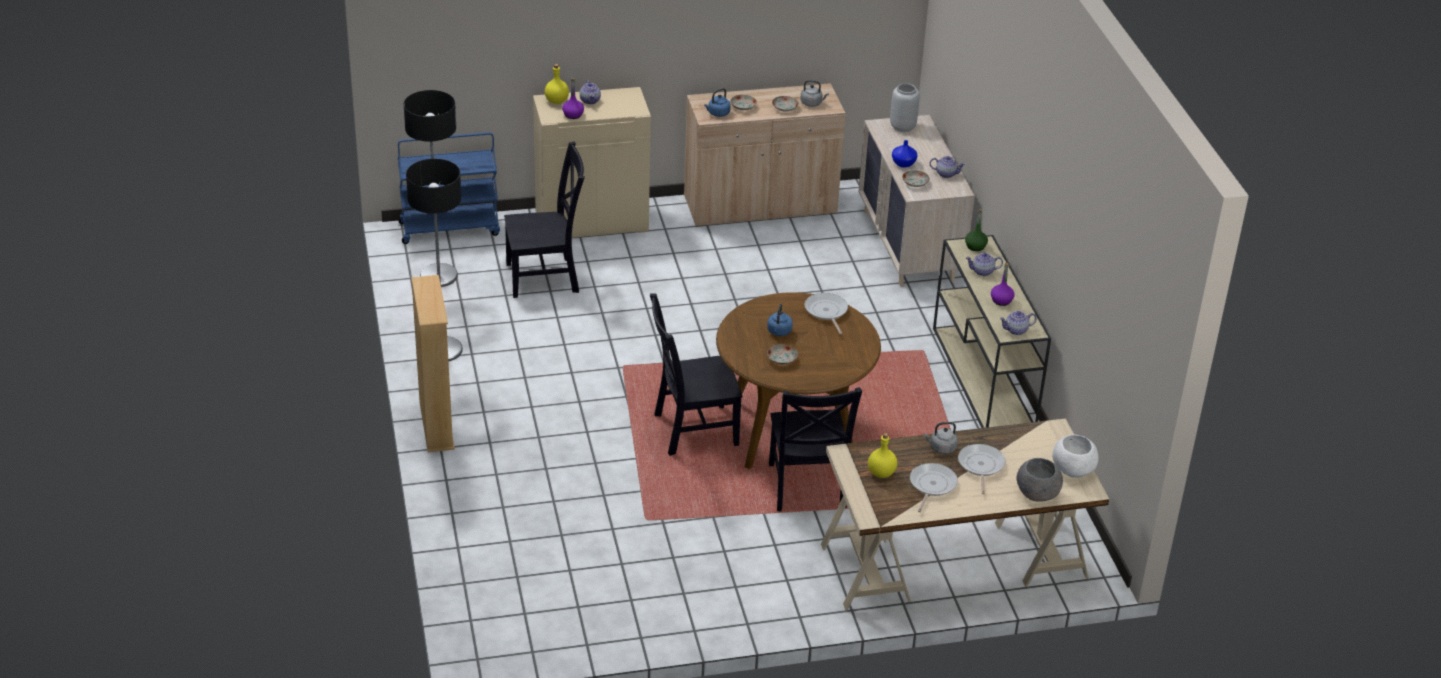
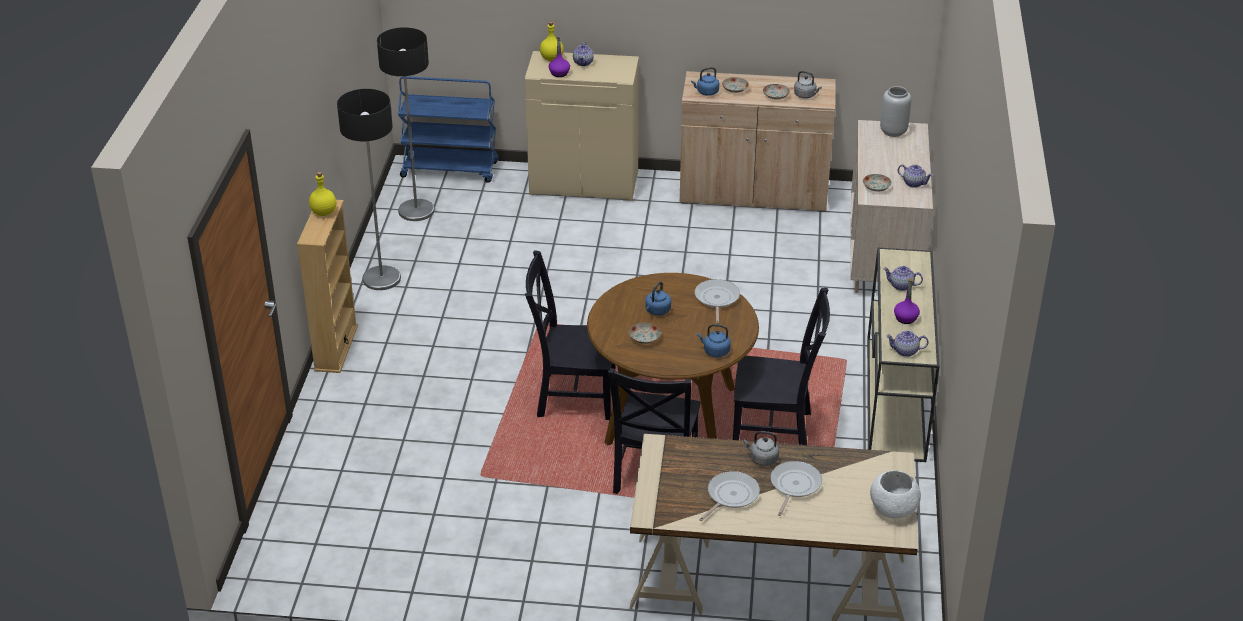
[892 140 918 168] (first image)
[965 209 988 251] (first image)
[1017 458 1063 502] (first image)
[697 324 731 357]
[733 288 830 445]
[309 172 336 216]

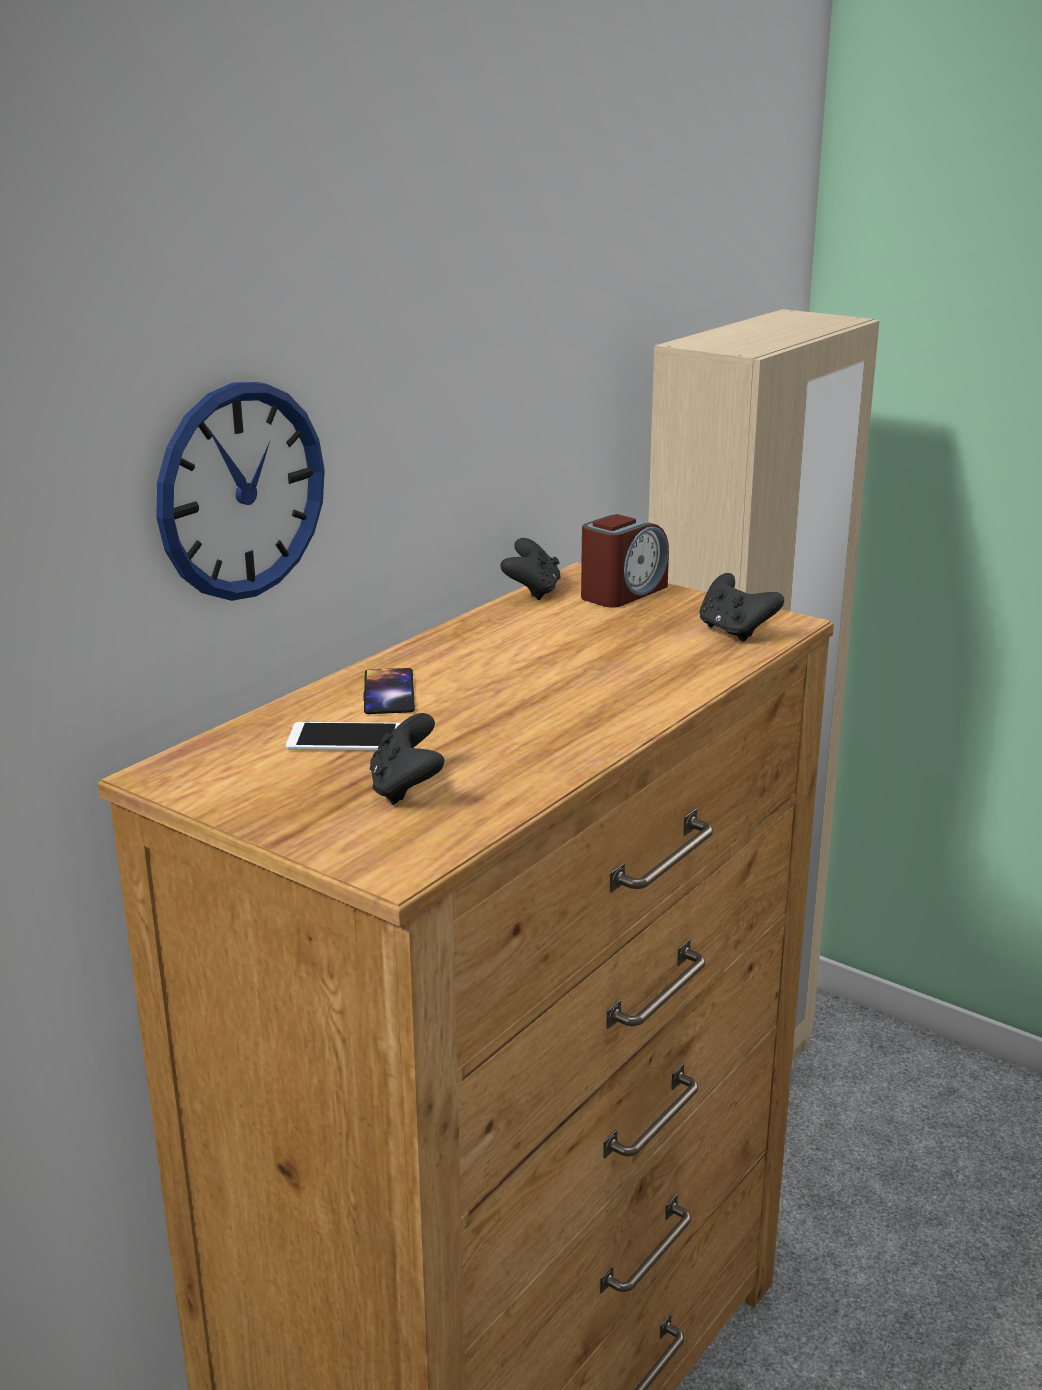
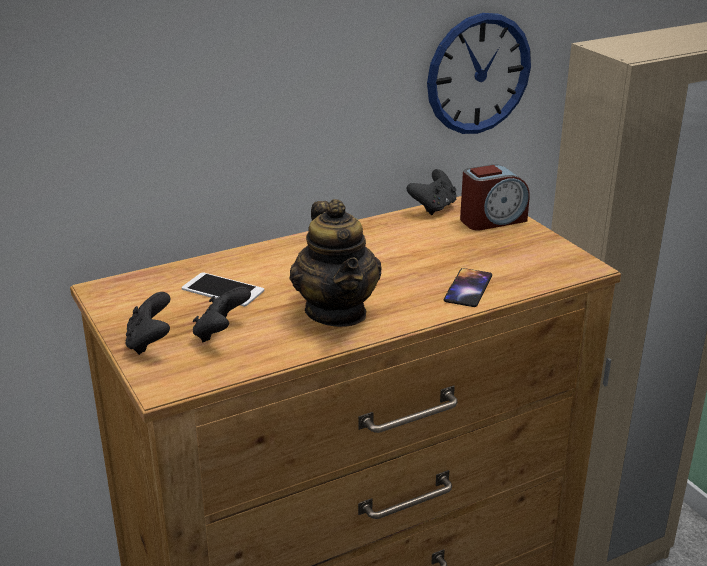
[290 199 382 327]
[427 13 531 134]
[444 268 492 307]
[125 292 170 355]

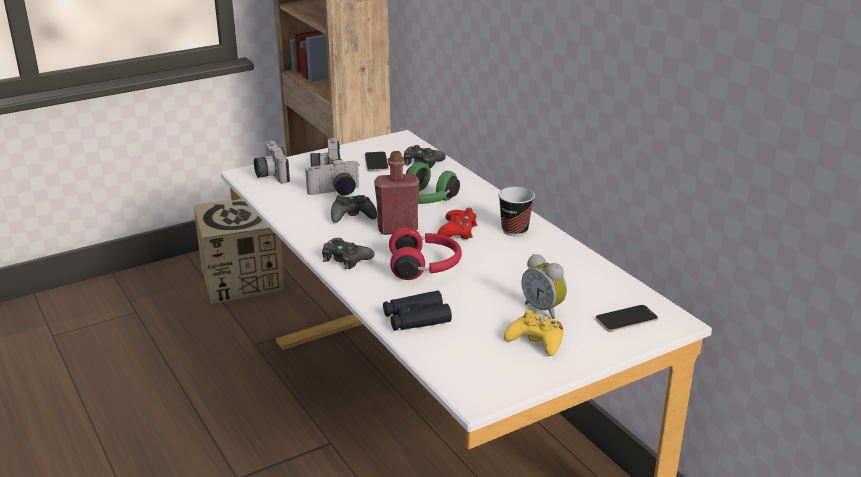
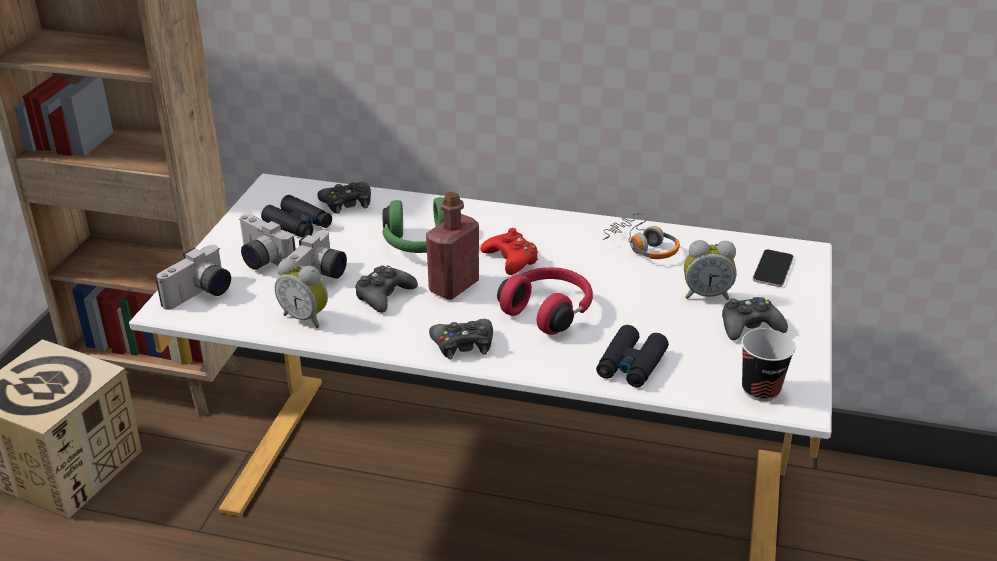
[275 258 328 328]
[603 213 680 259]
[742 329 796 401]
[261 195 332 237]
[722 297 788 340]
[156 245 231 310]

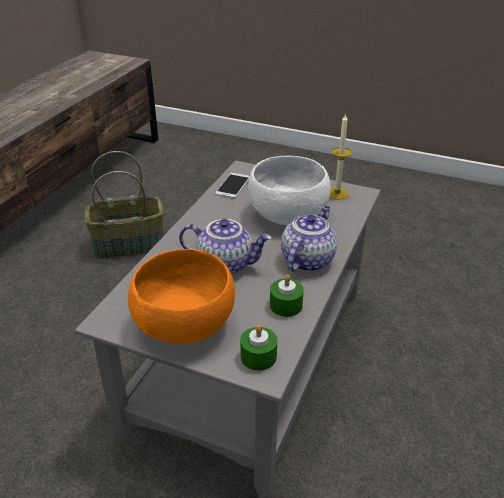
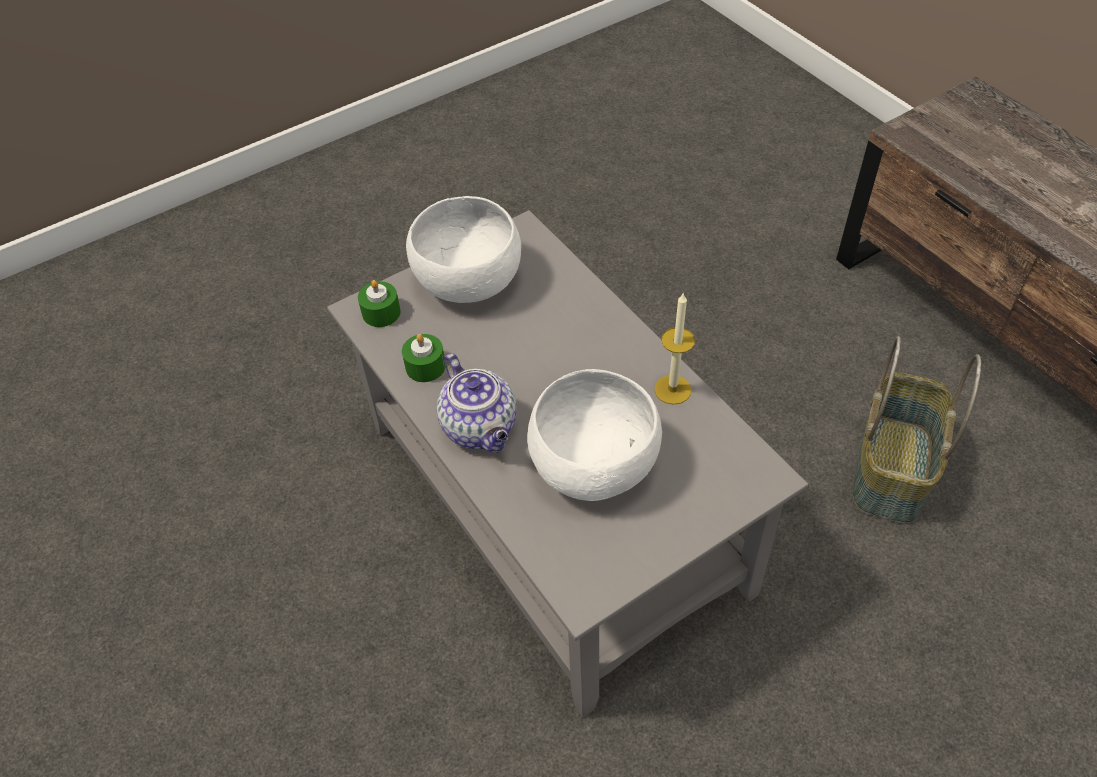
[179 219 272 275] (first image)
[215 173 250 199] (first image)
[654 294 695 405]
[406 196 521 303]

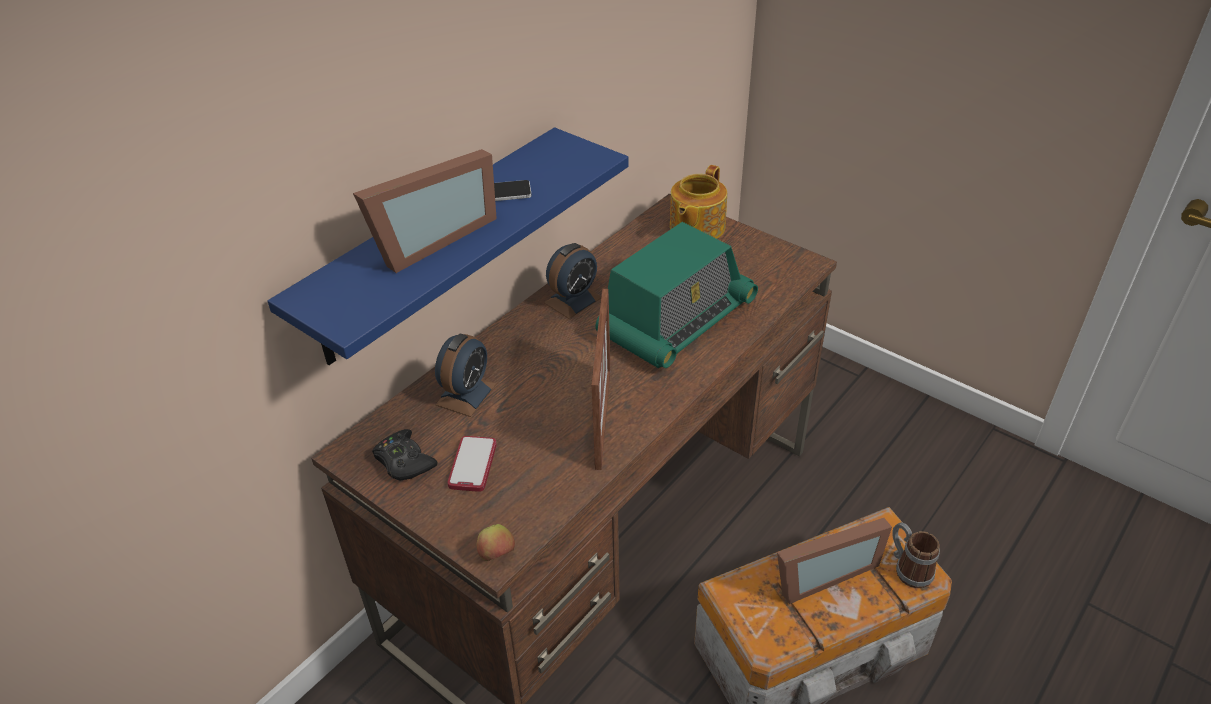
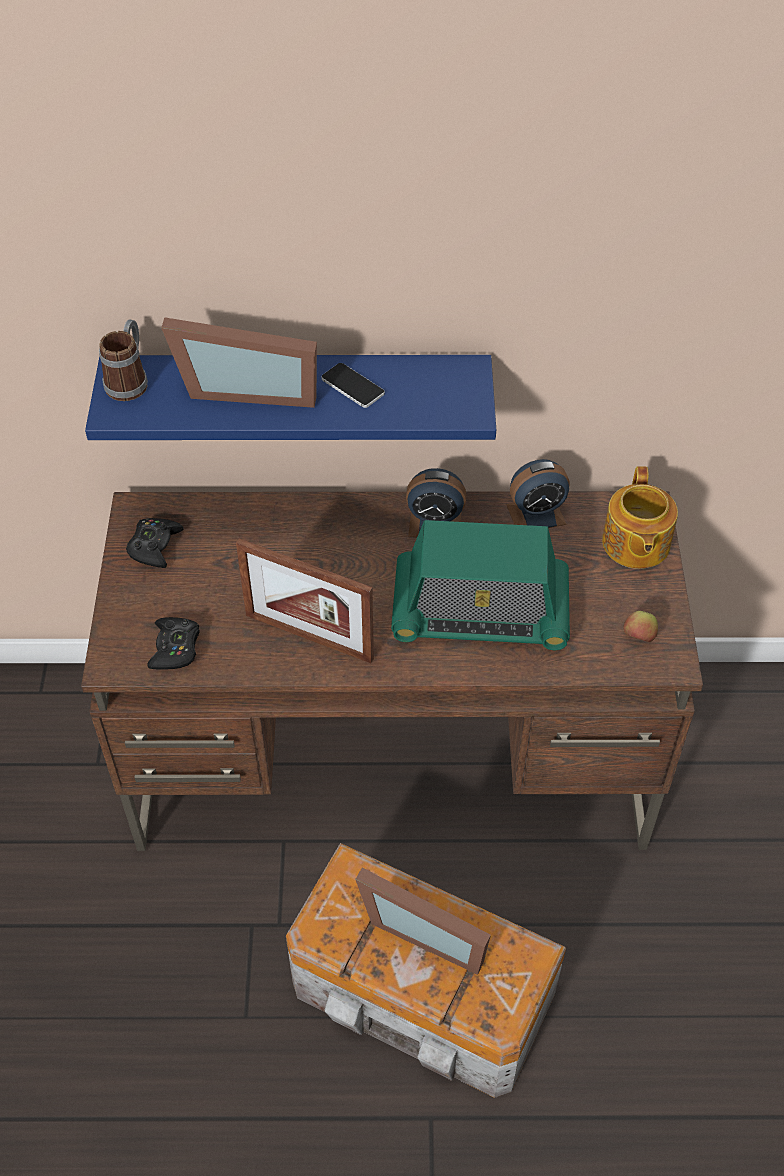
[447 436 497 492] (first image)
[147 617 200 670]
[506 459 570 528]
[624 611 658 642]
[99 319 148 401]
[236 539 374 663]
[602 466 678 569]

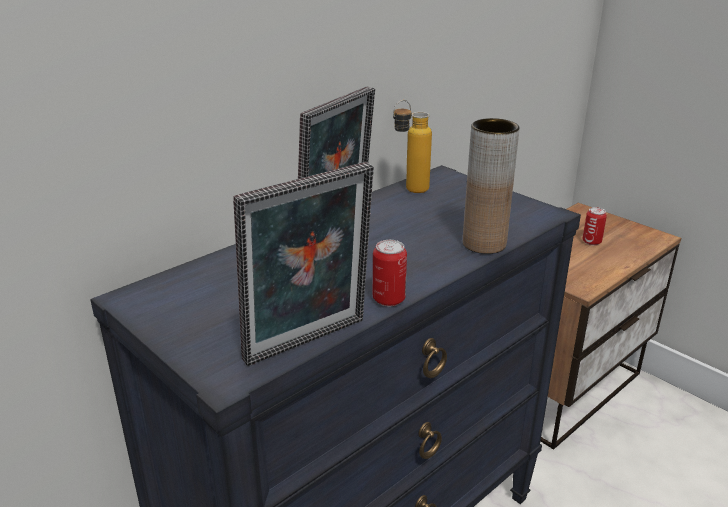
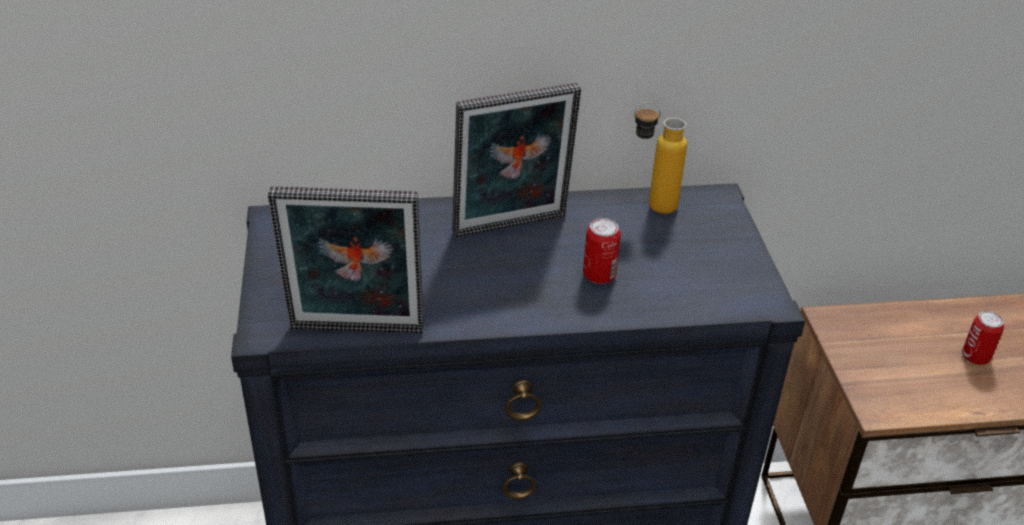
[463 118 520 254] (first image)
[583 218 621 284]

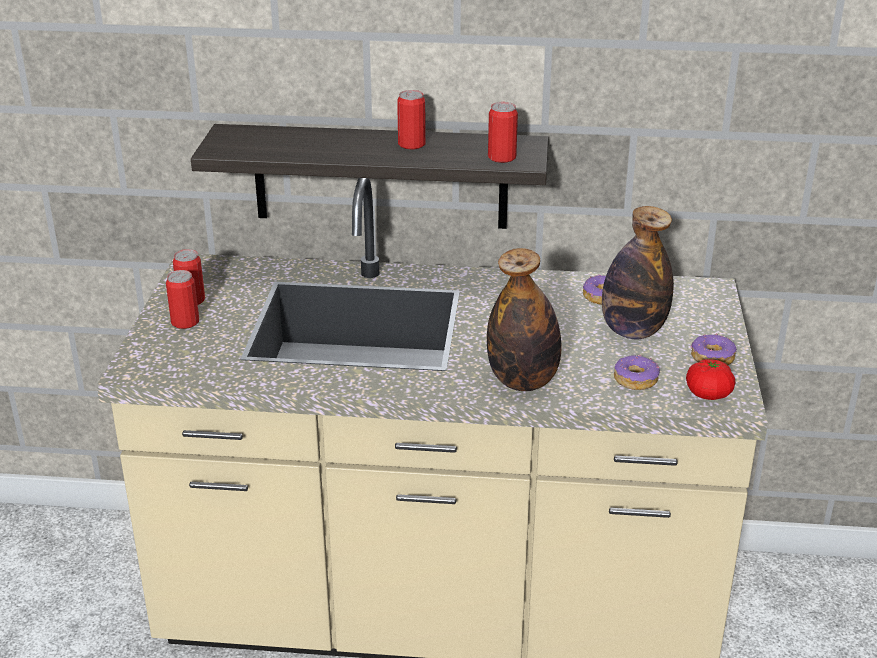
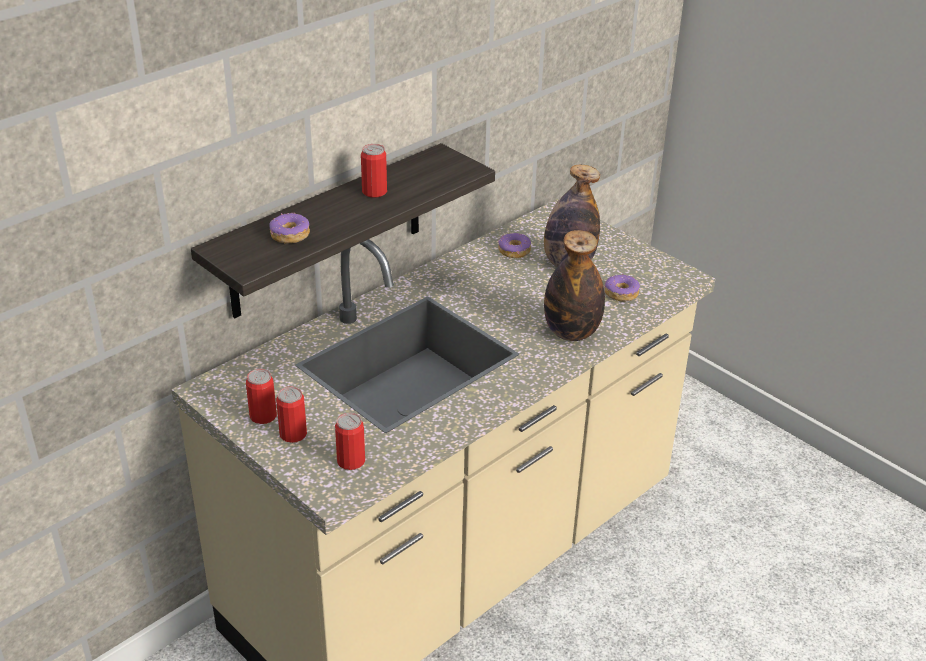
[686 359 735 400] (first image)
[335 413 365 470]
[269 213 310 243]

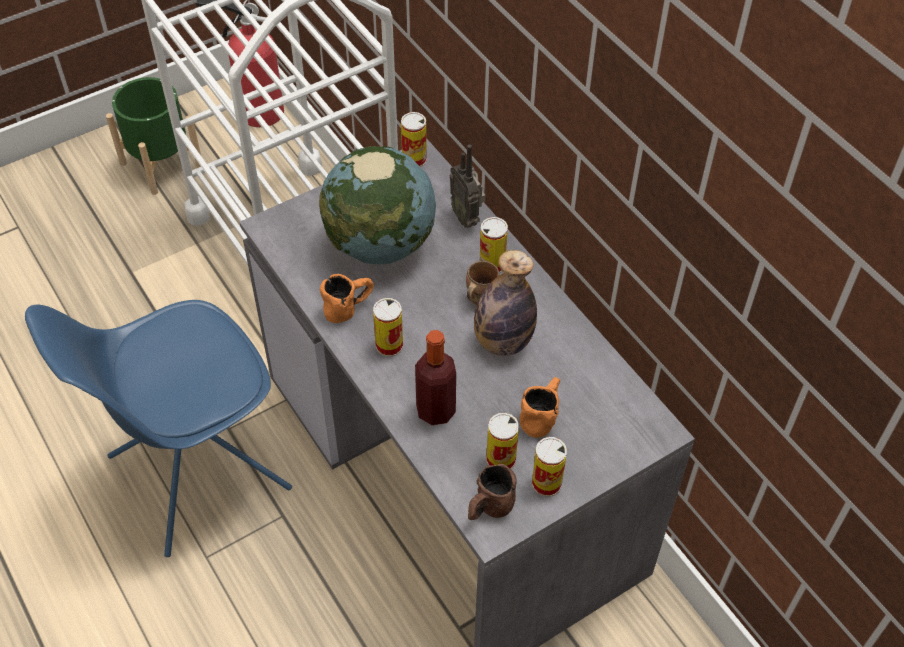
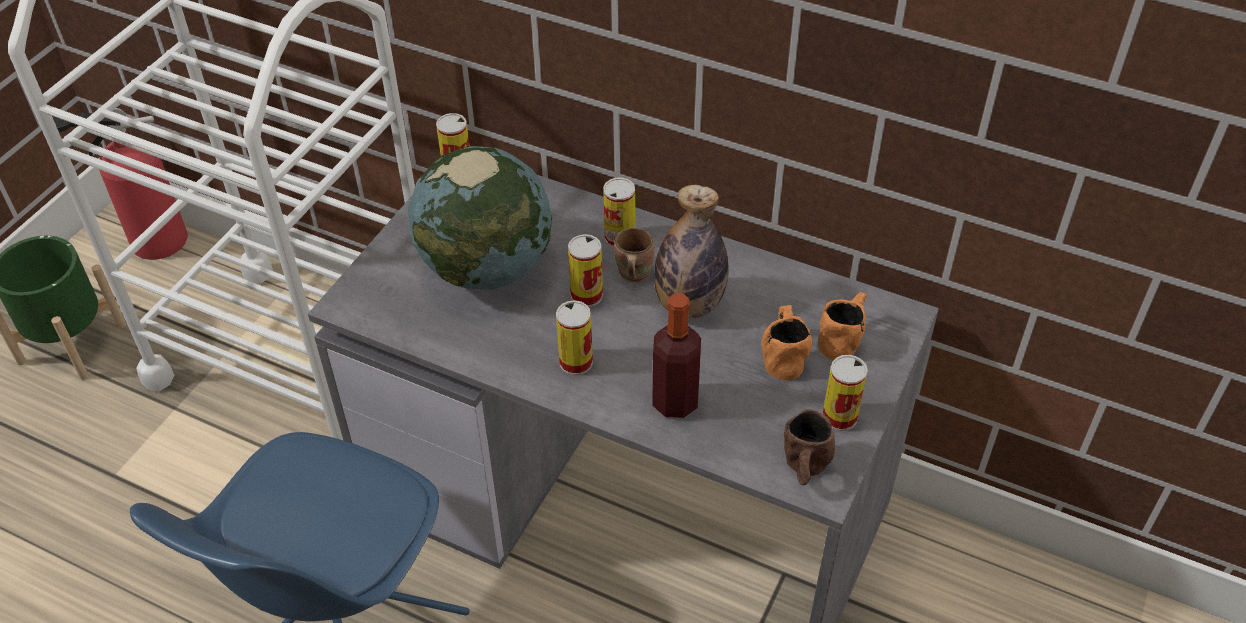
[450 145 486 228] (first image)
[818 292 867 360]
[568 234 603 307]

